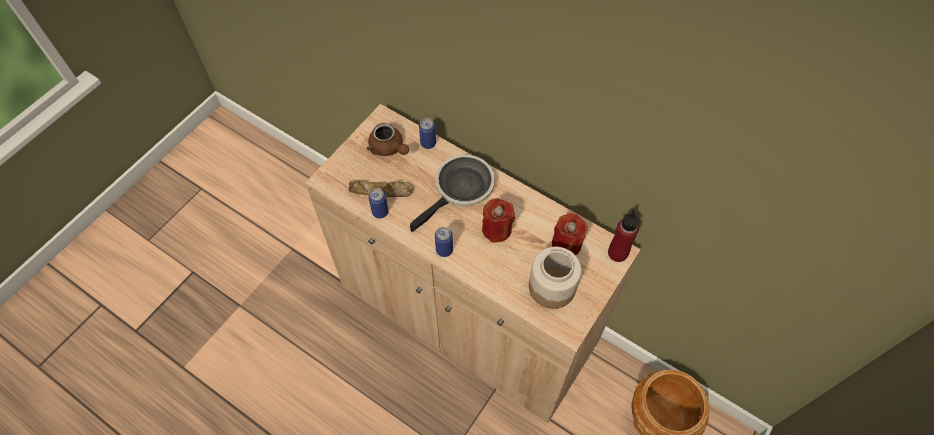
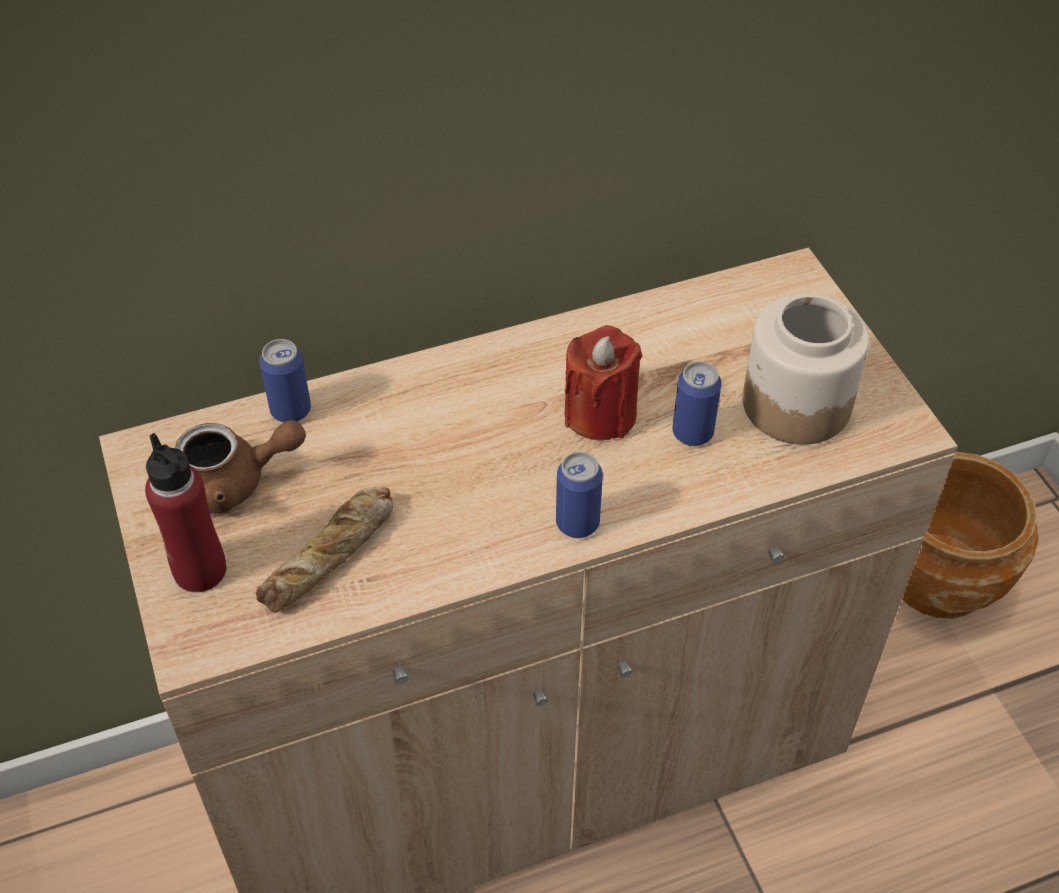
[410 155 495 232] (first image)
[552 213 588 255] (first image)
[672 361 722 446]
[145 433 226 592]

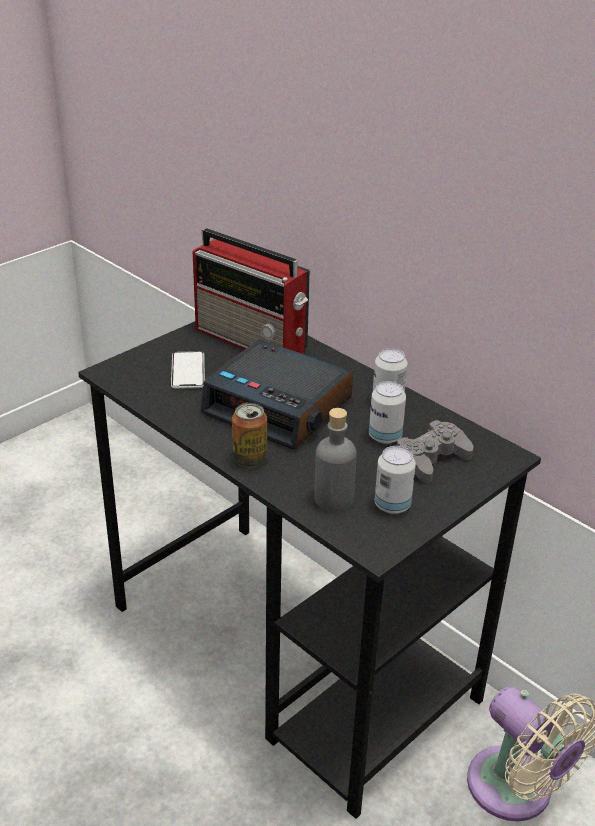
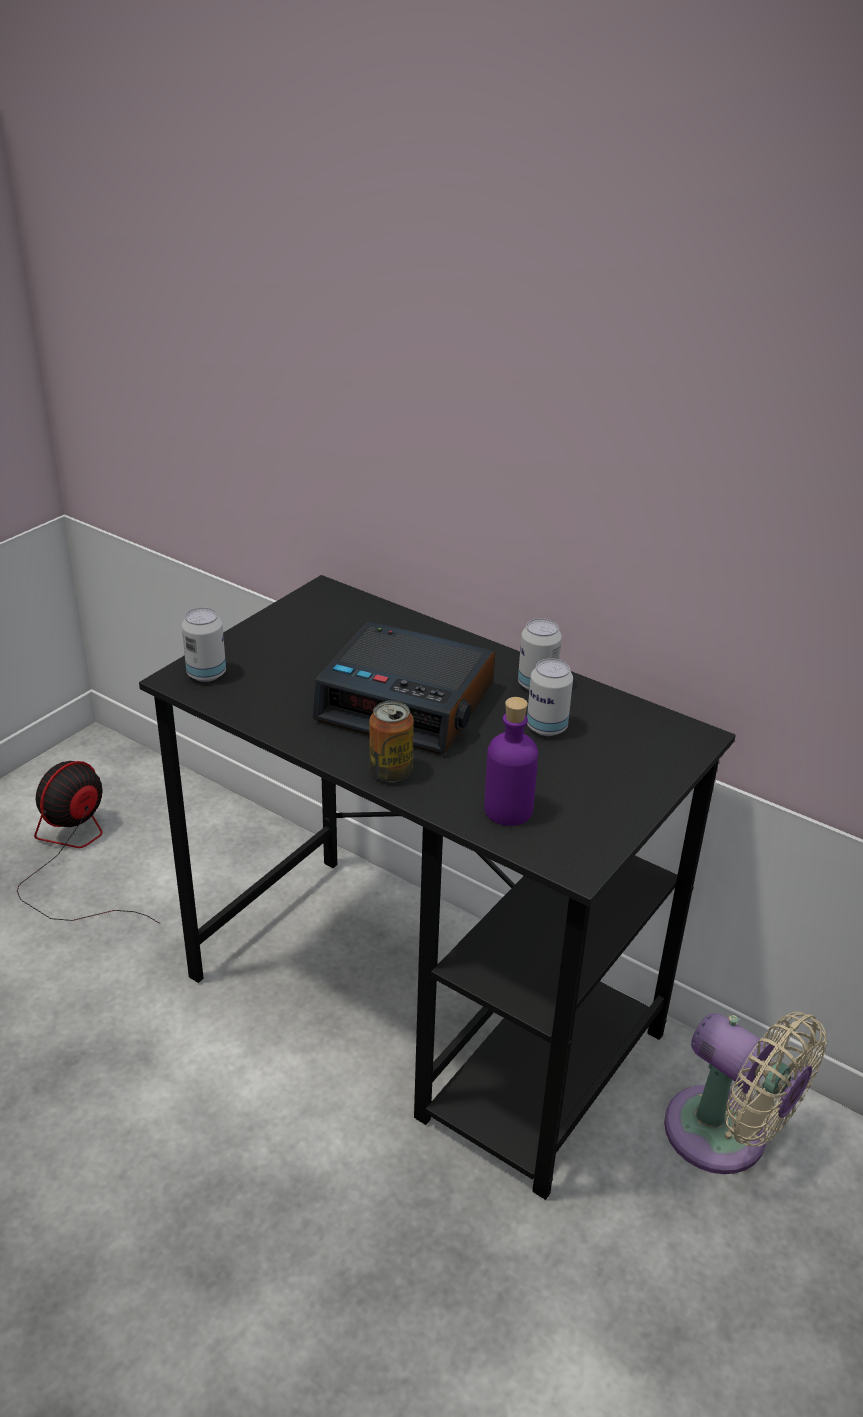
[171 351 205 389] (first image)
[193 228 310 354] (first image)
[397 420 473 484] (first image)
[17 761 160 924]
[182 607 226 682]
[484 697 538 826]

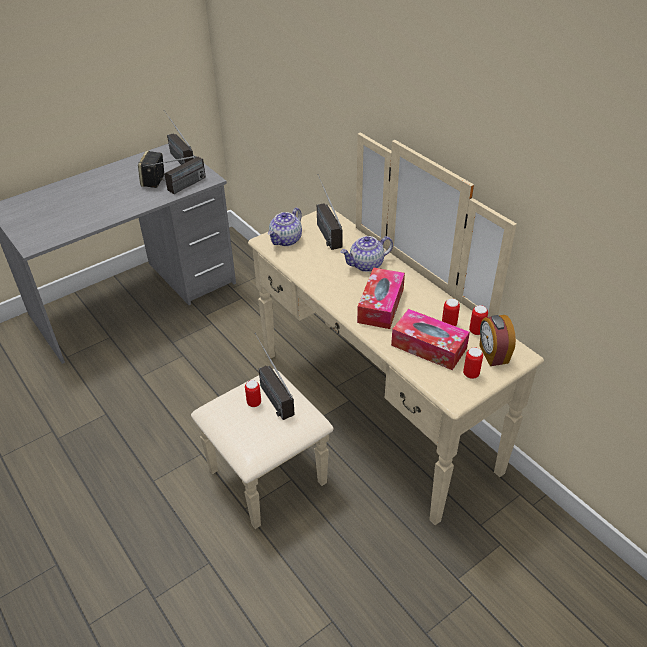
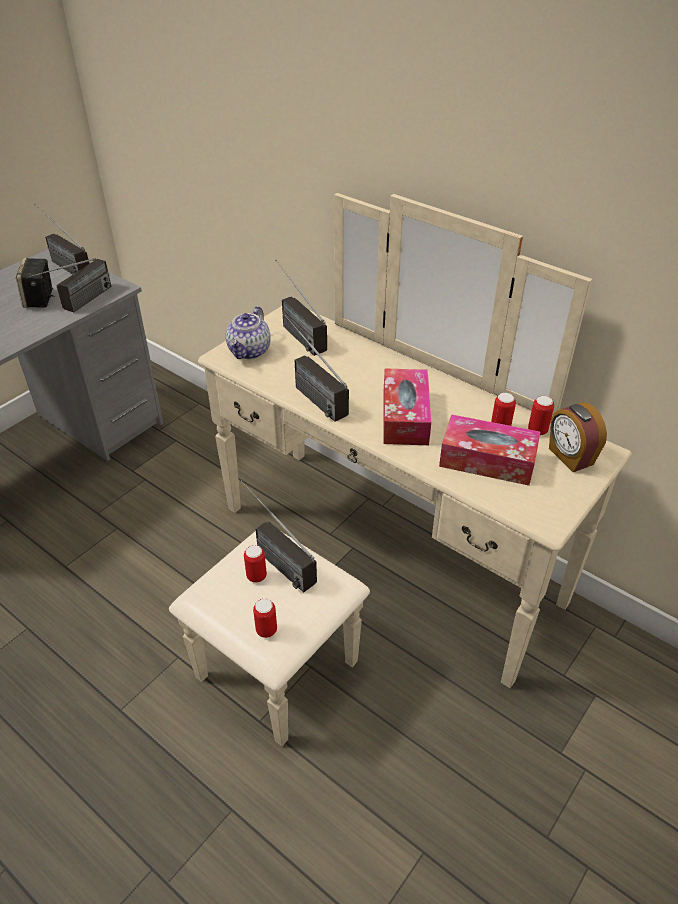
[340 236 393 272] (first image)
[284 315 349 422]
[253 599 277 638]

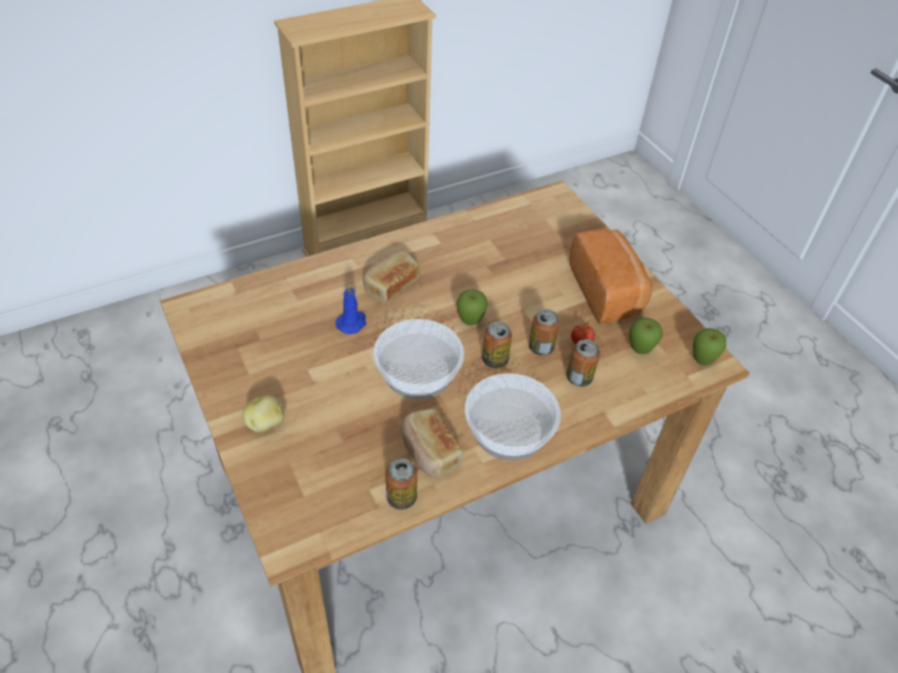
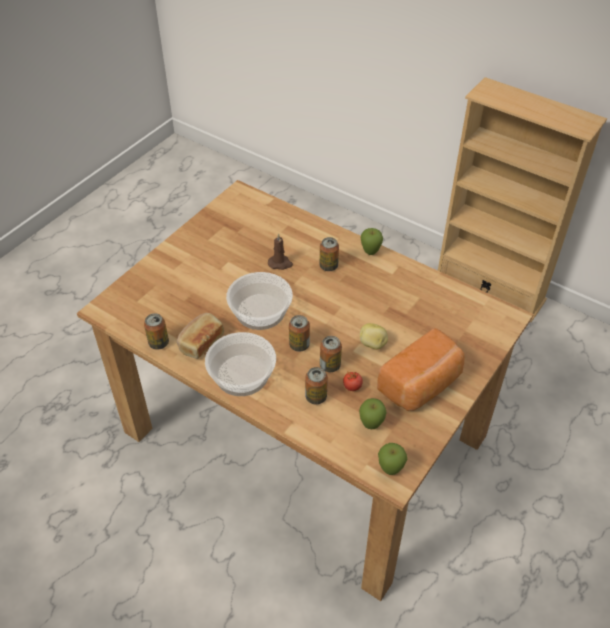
[360 323 388 350]
[361 228 383 255]
[320 237 339 271]
[268 233 293 270]

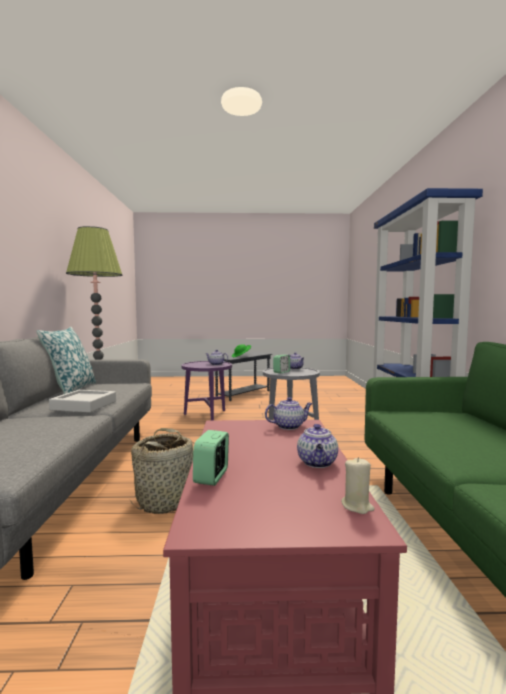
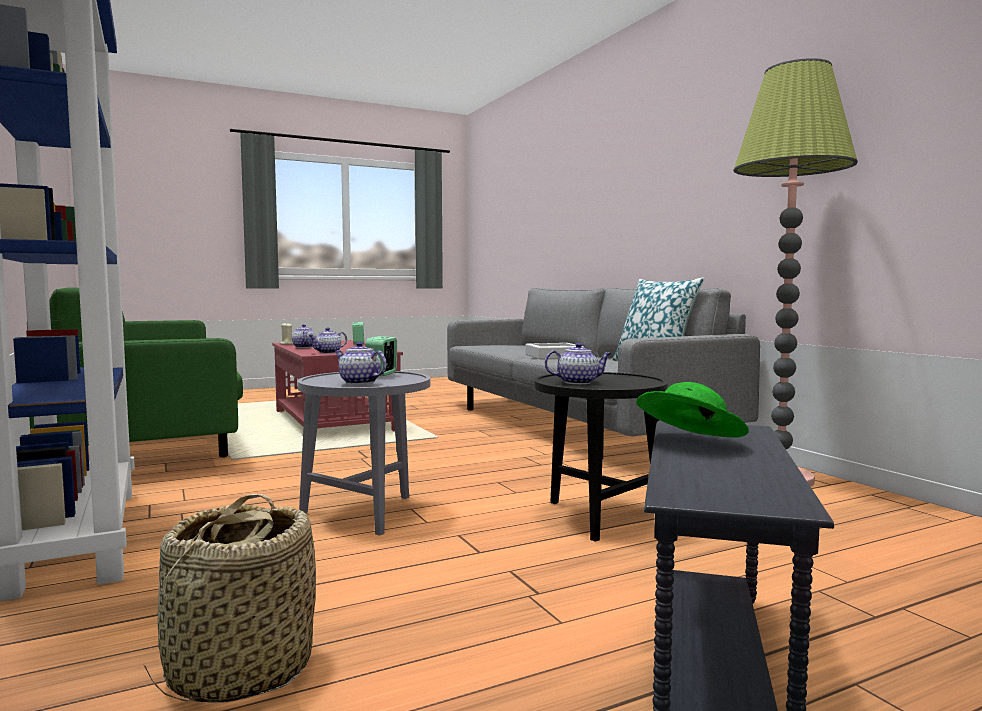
[144 494 316 703]
[534 372 668 542]

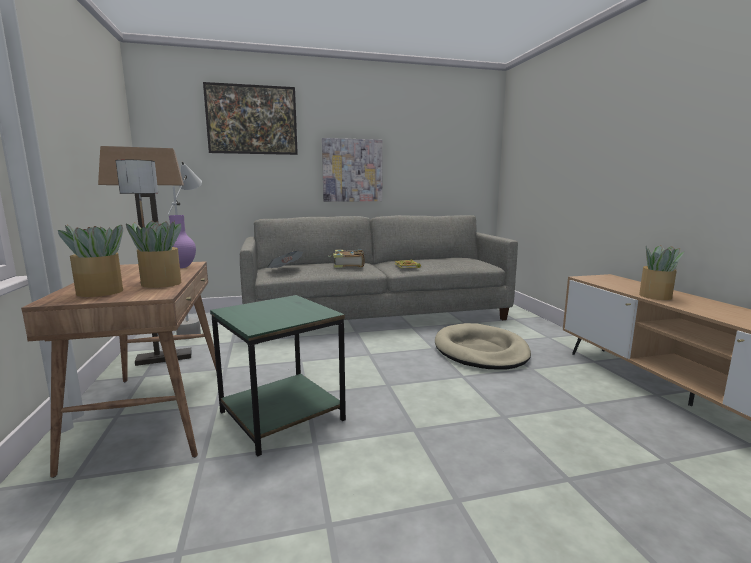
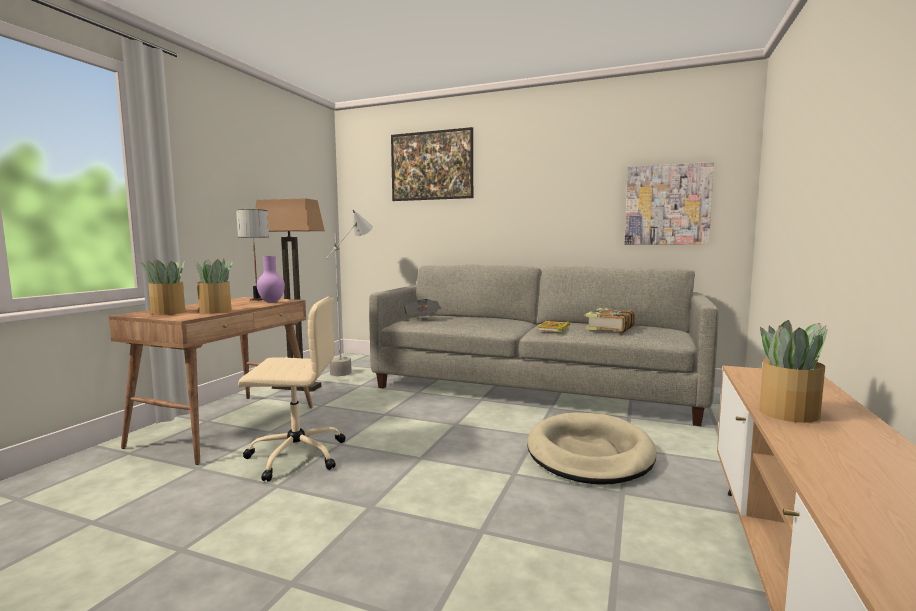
[625 162 714 245]
[585 308 635 333]
[238 297 345 482]

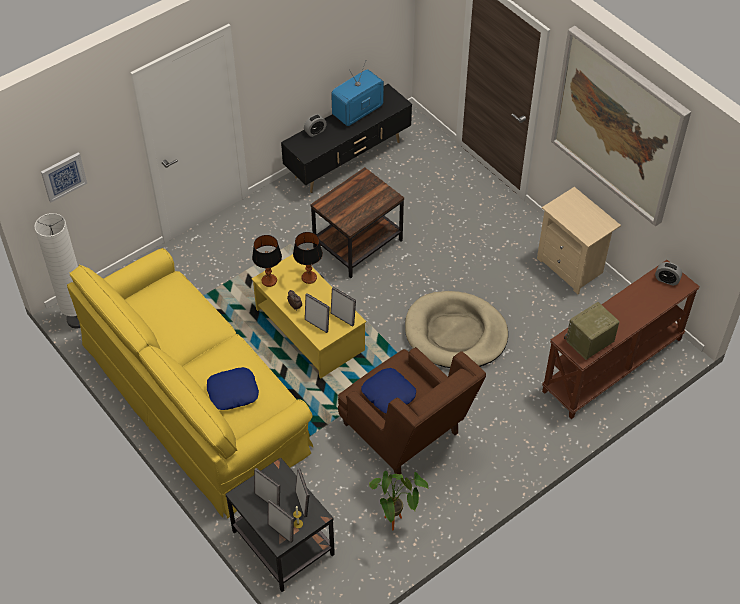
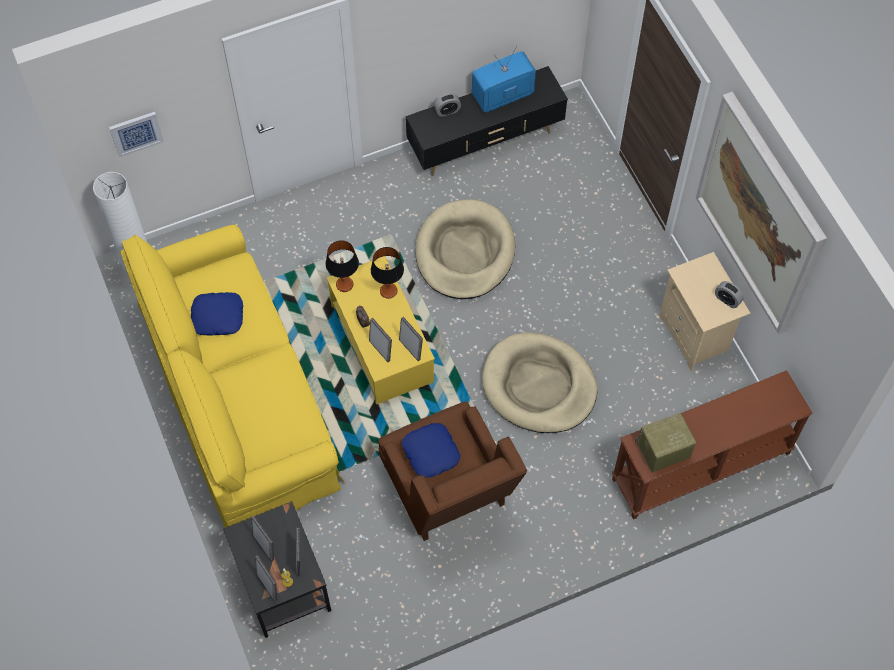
[369 471 428 530] (first image)
[191 292 243 335]
[715 281 744 308]
[415 199 515 299]

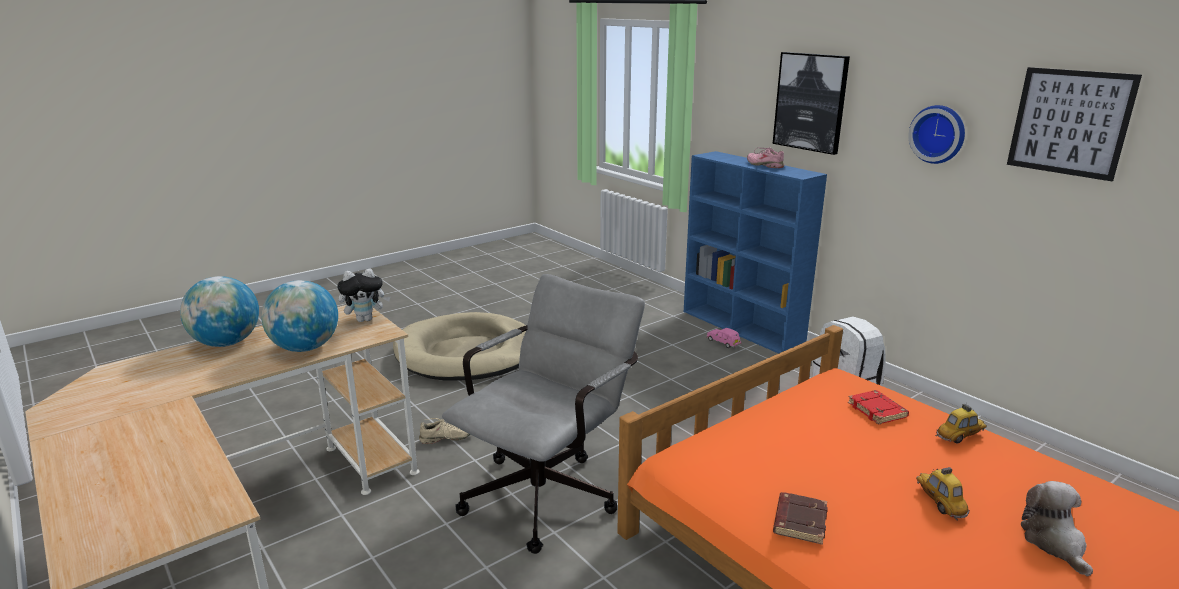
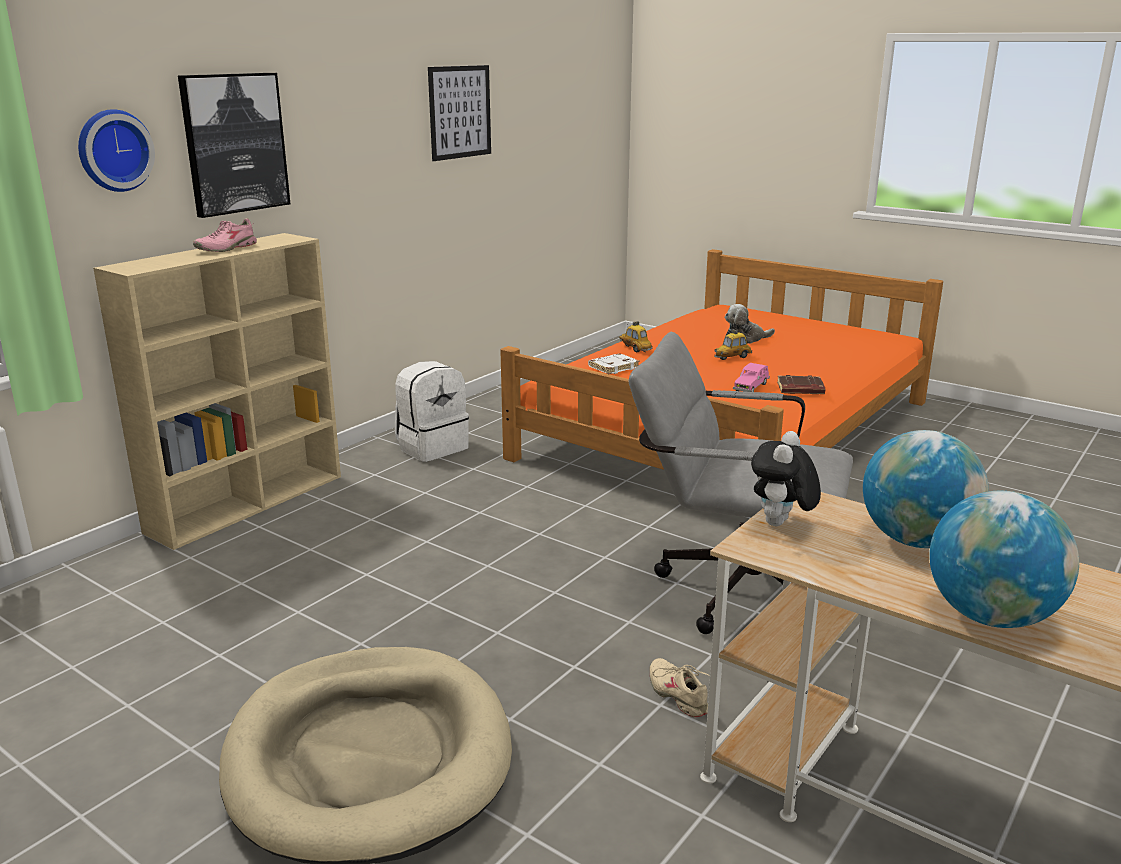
[733 363 770 392]
[78 109 155 192]
[93 233 341 550]
[588 353 640 374]
[751 431 821 526]

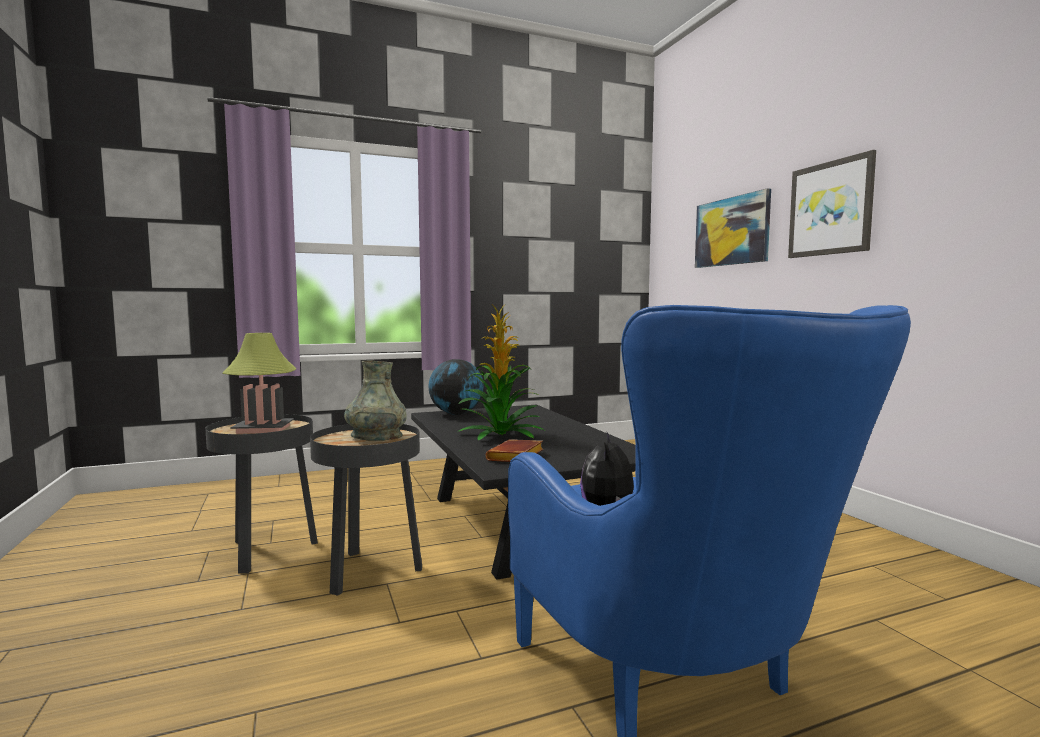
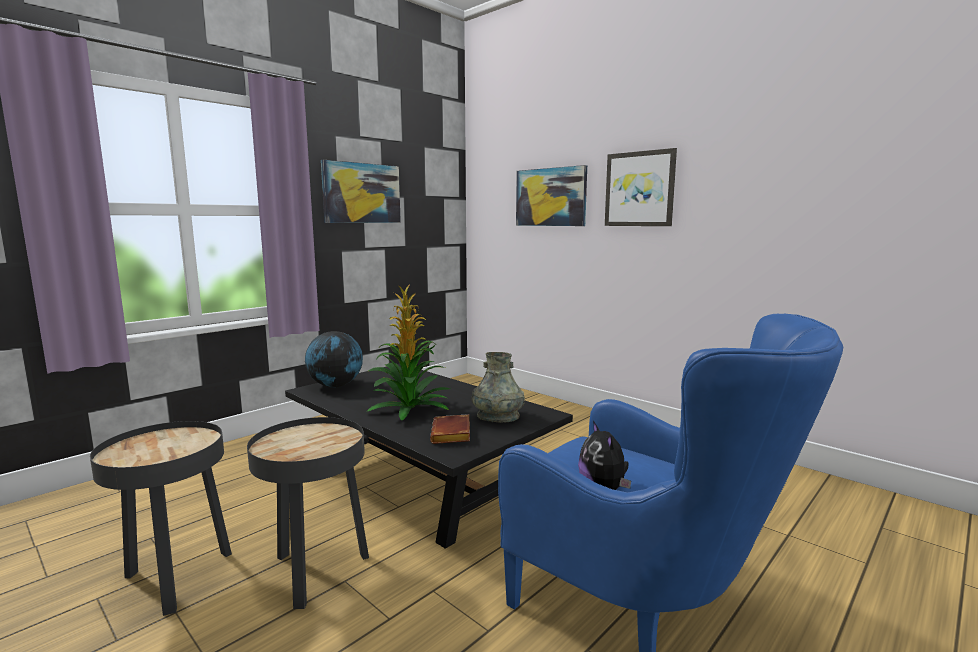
[223 333 297 434] (first image)
[321 160 401 223]
[471 352 525 423]

